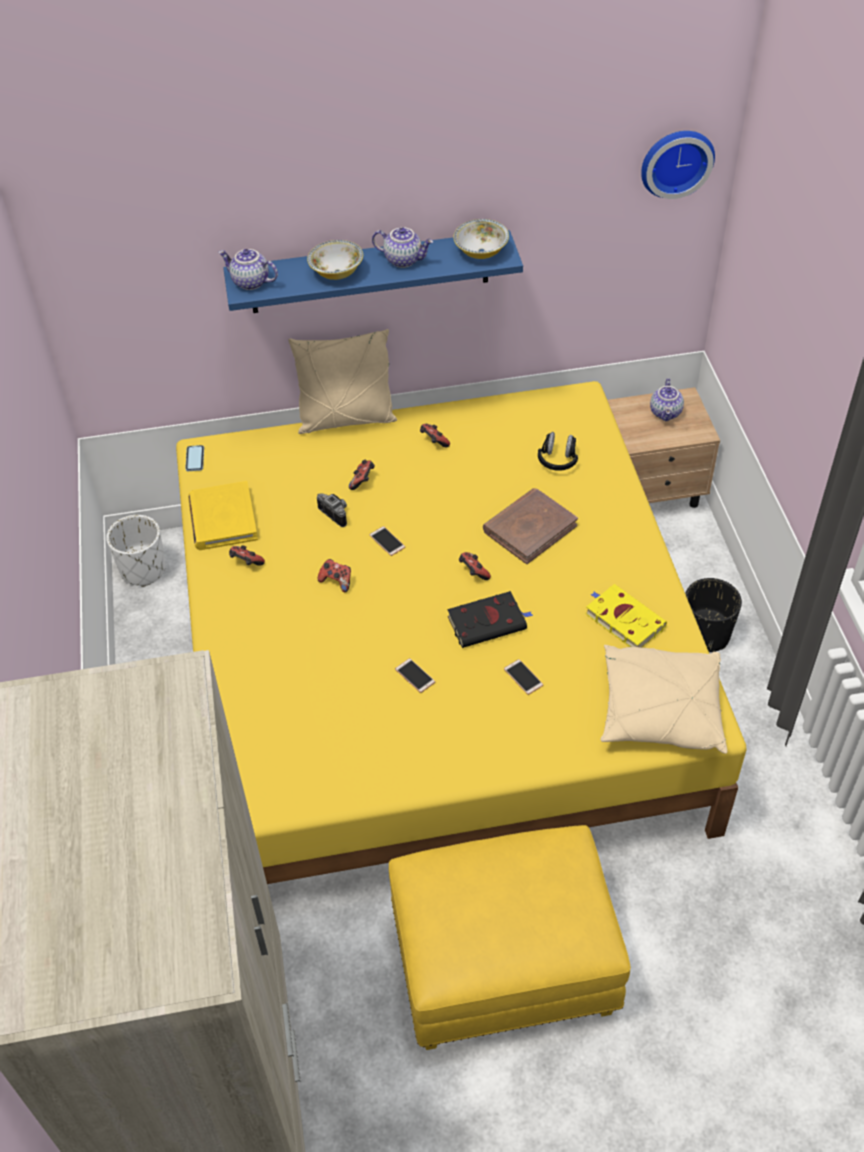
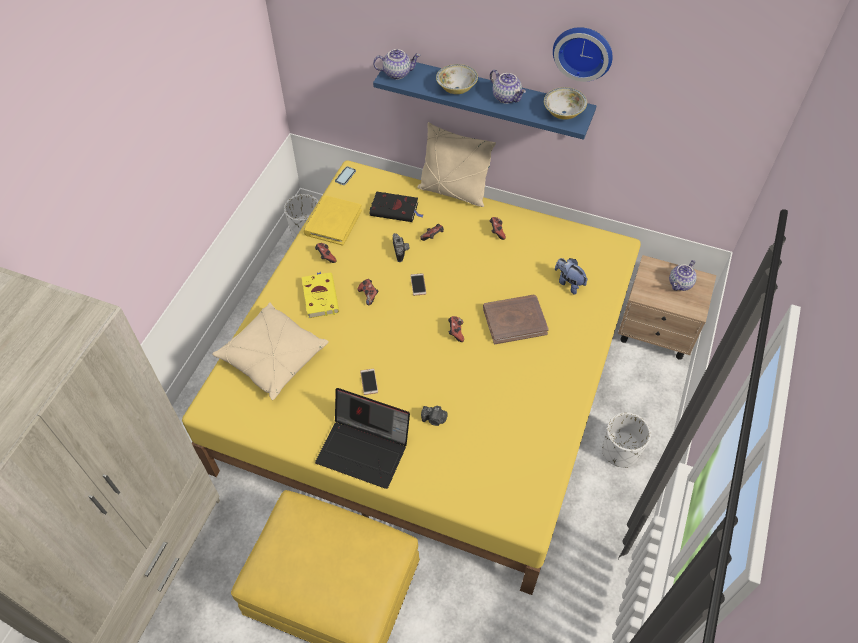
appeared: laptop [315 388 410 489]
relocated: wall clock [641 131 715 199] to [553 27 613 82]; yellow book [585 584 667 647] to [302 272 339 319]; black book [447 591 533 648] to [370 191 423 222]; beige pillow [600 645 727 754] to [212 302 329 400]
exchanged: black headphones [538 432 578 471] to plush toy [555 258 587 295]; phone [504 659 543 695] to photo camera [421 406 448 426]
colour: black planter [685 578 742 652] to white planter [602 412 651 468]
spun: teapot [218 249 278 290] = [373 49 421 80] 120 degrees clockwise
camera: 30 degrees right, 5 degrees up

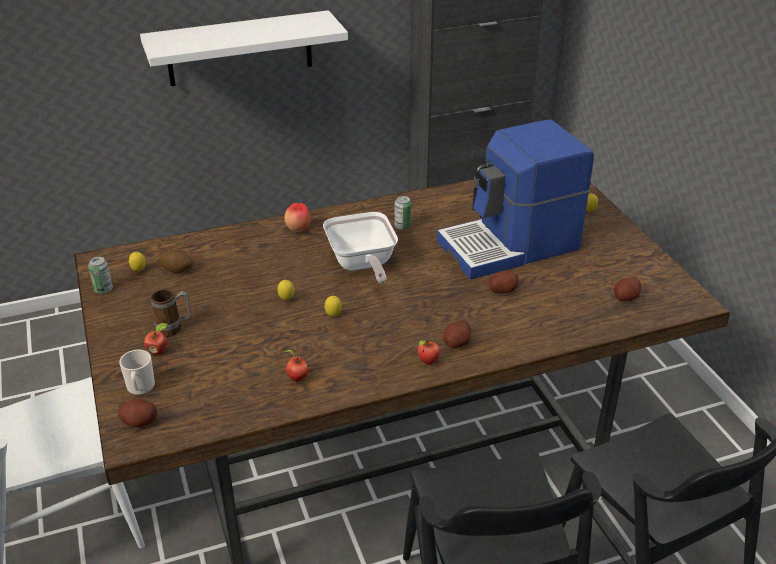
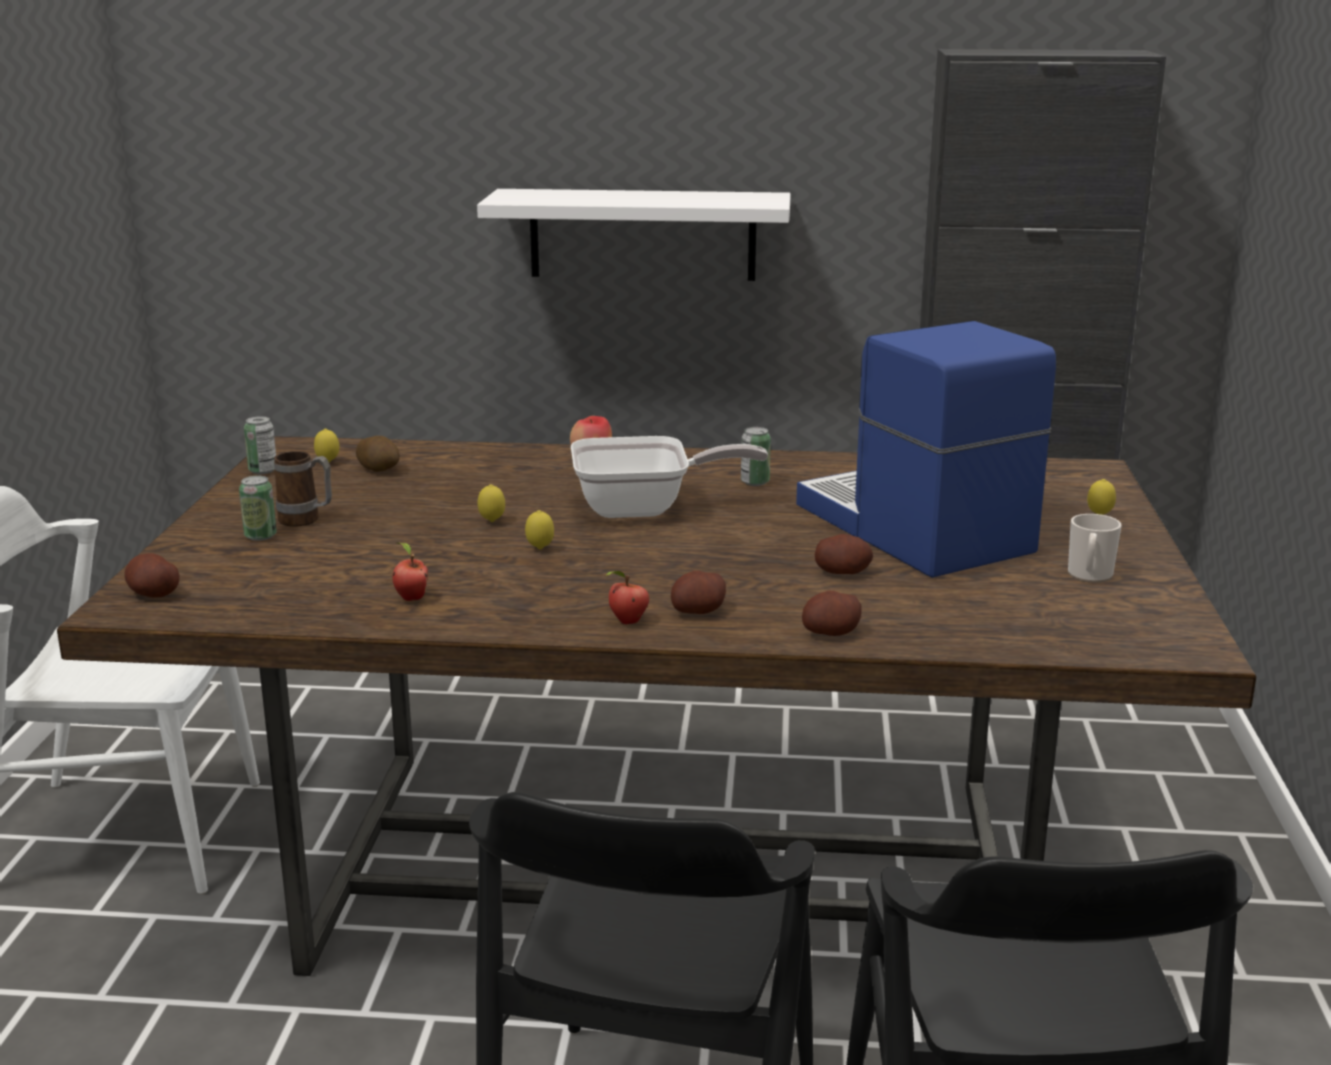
relocated: potato [614 277 641 301] to [802 591 862 636]; mug [119 350 155 395] to [1068 514 1122 583]
exchanged: apple [144 323 167 354] to can [239 476 277 541]
spun: coffee machine [437 120 594 280] = [796 321 1056 578] 60 degrees clockwise; frying pan [323 212 398 284] = [571 436 768 518] 105 degrees counterclockwise
camera: 25 degrees right, 15 degrees down

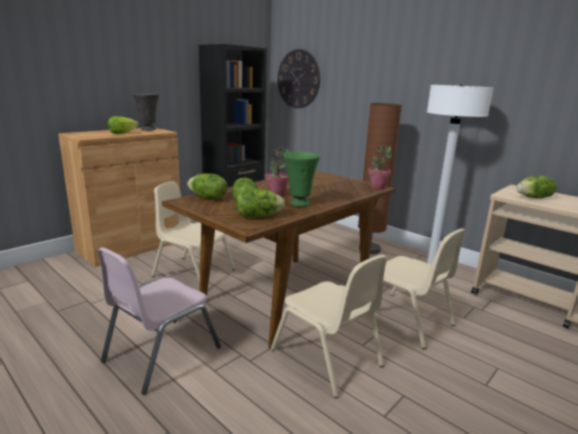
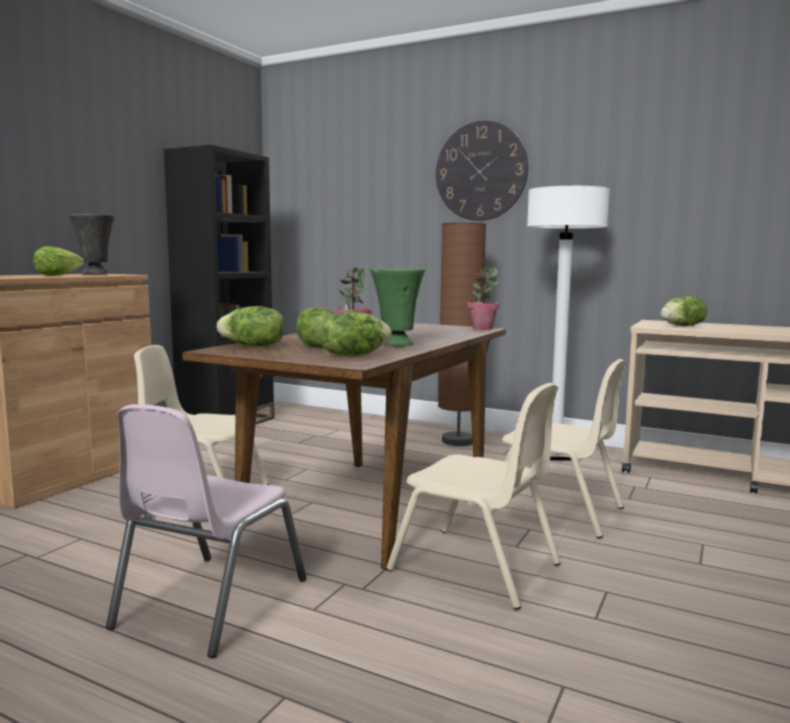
relocated: wall clock [278 49 320 108] to [436 121 528 221]
camera: 15 degrees left, 10 degrees down

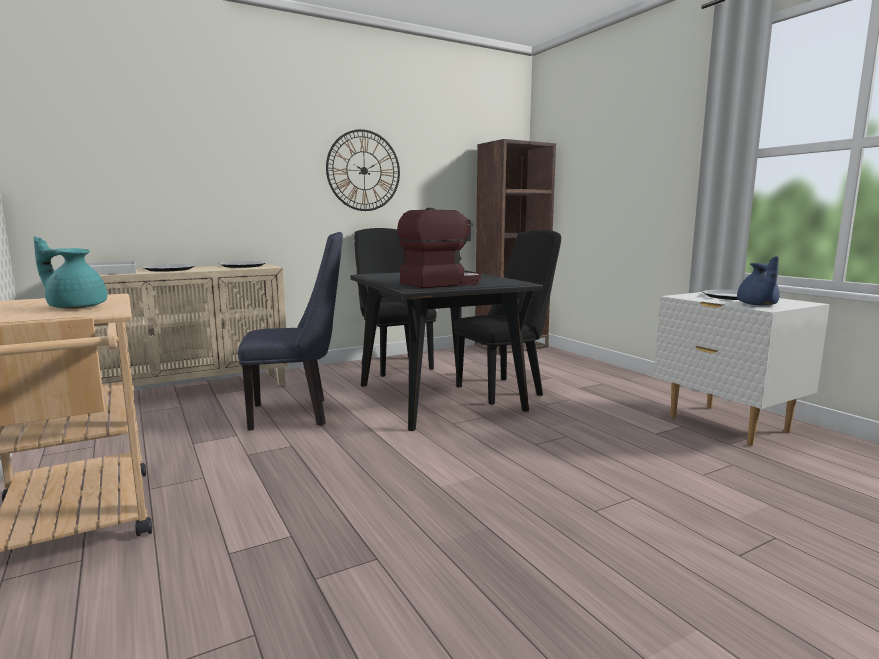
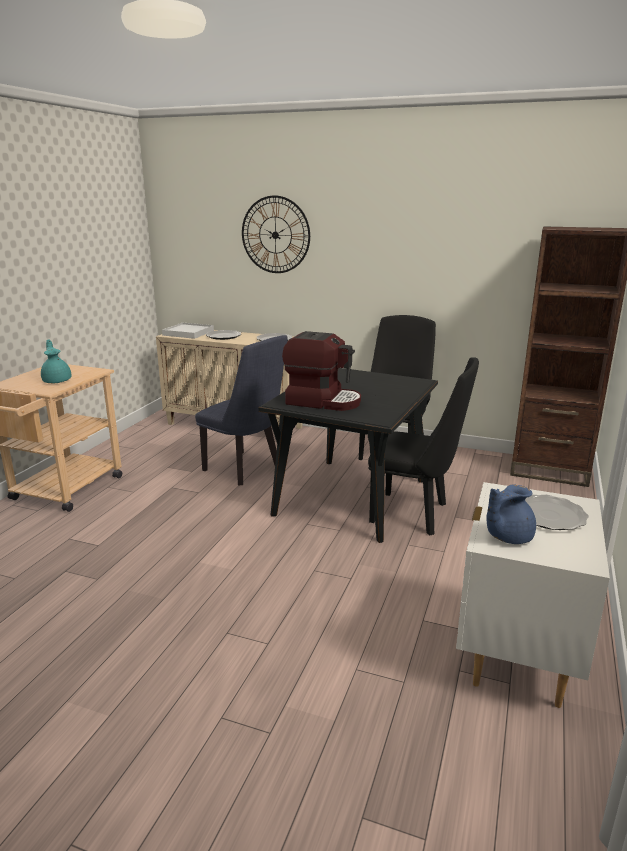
relocated: wall clock [326 129 400 211] to [242 195 310 273]
camera: 50 degrees right, 10 degrees up

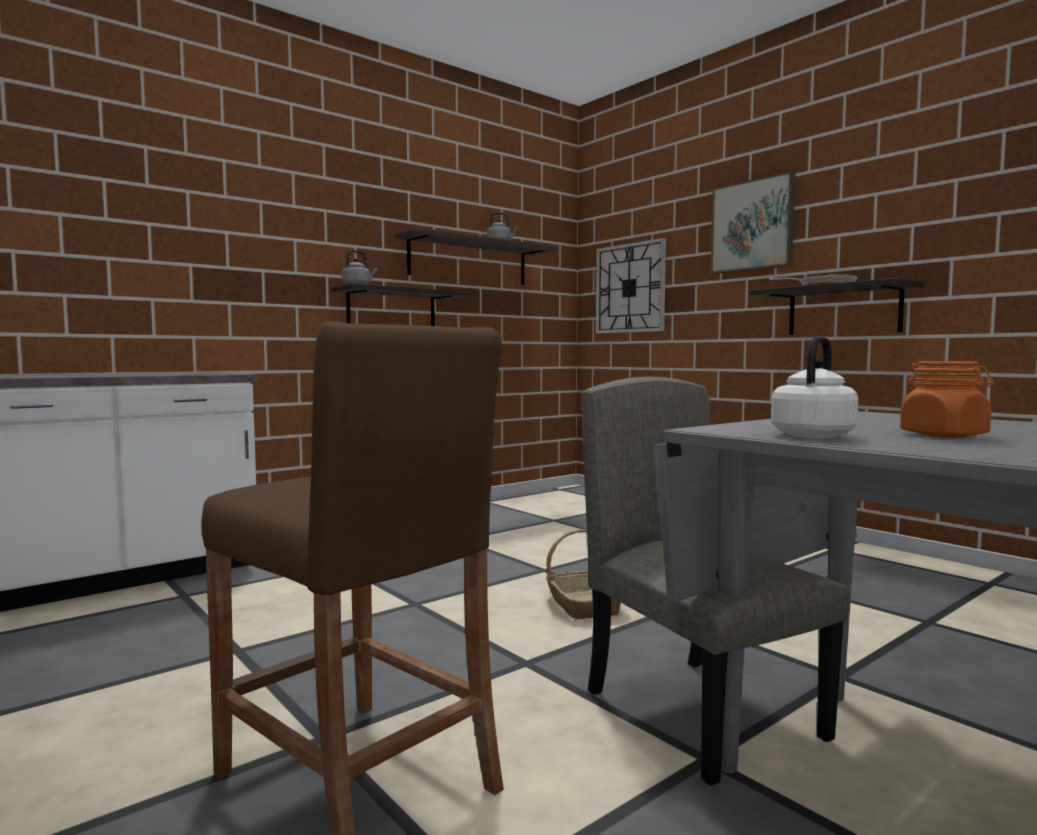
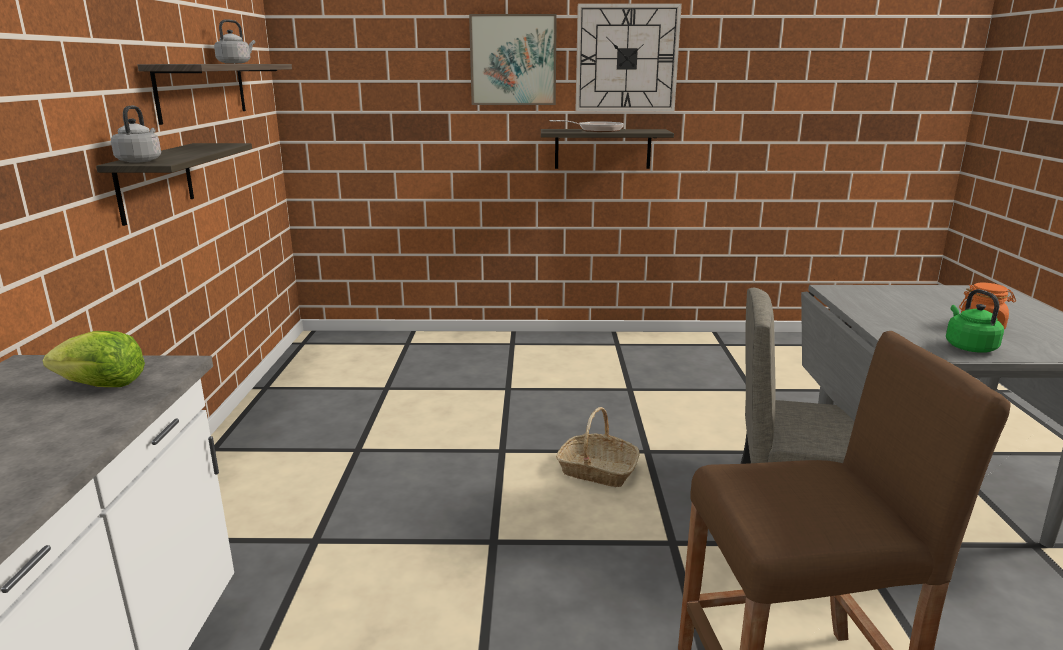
appeared: lettuce [43 331 145 387]
relocated: wall clock [596 238 666 333] to [576 4 682 112]
colour: white kettle [771 336 859 438] to green kettle [946 289 1004 353]
camera: 50 degrees left, 15 degrees up

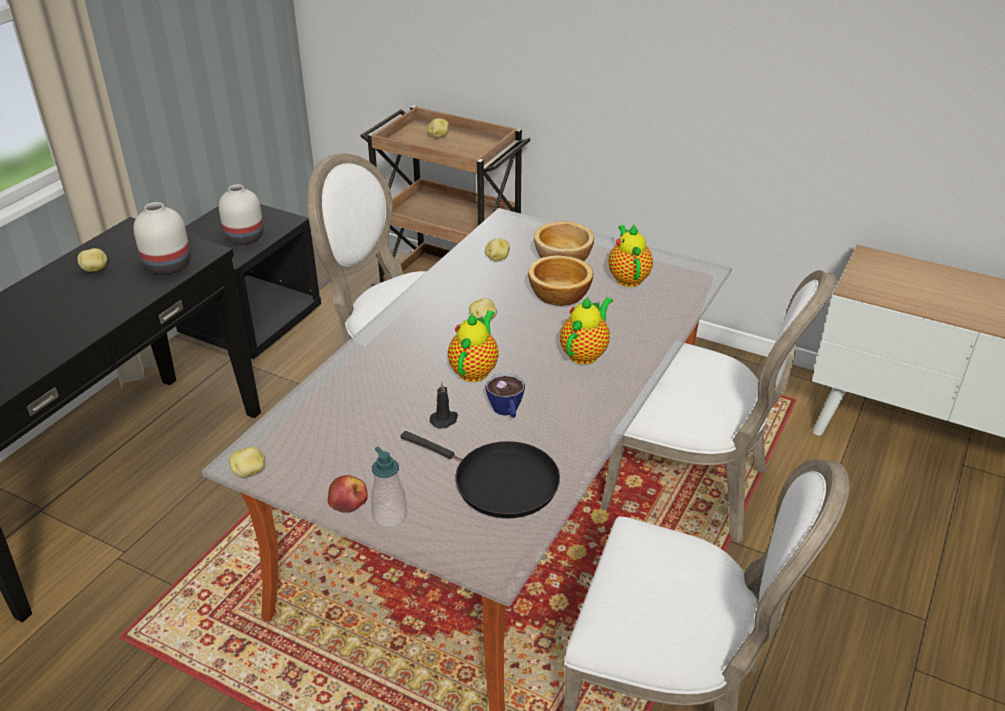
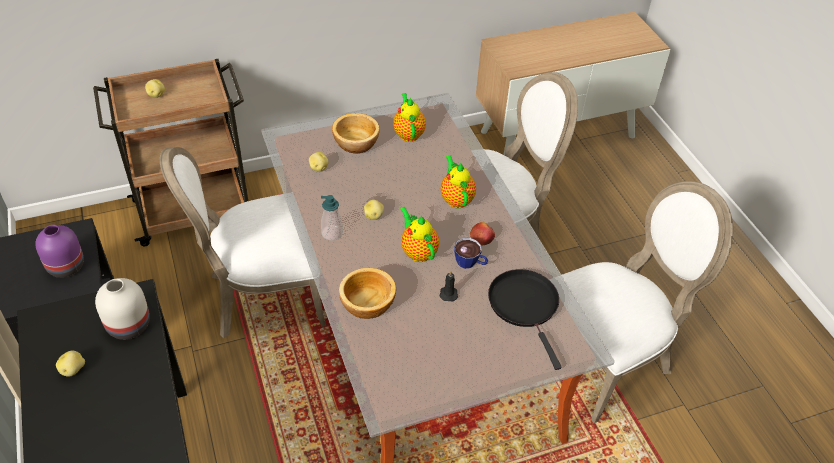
missing: potato [229 447 264 477]
relocated: bowl [528 256 593 306] to [339 268 396 319]; soap dispenser [371 447 407 527] to [321 195 343 241]; apple [328 475 368 513] to [470 222 495 245]
colour: white vase [219 185 264 245] to purple vase [35 225 84 278]
spun: teapot [608 225 653 287] = [393 93 426 142] 45 degrees clockwise; black frying pan [401 431 560 518] = [488 269 562 370] 90 degrees counterclockwise
camera: 50 degrees left, 10 degrees up

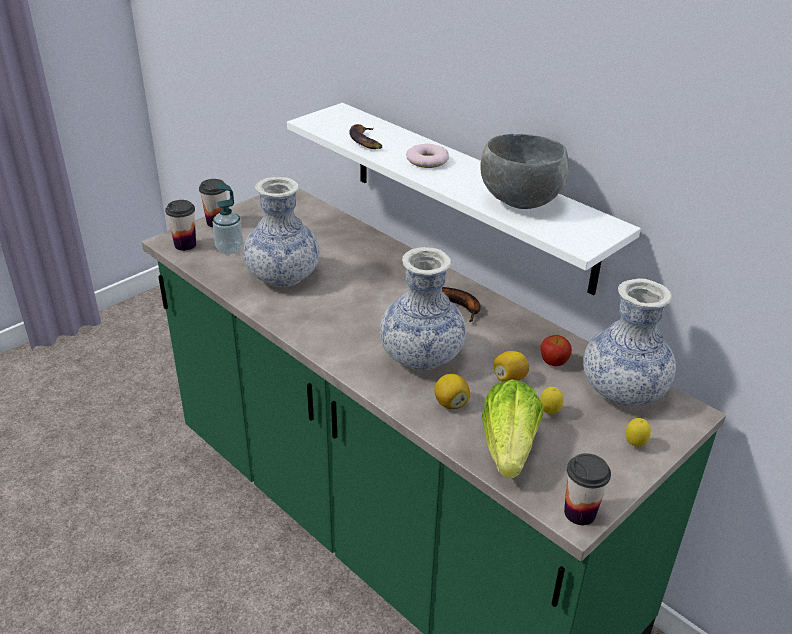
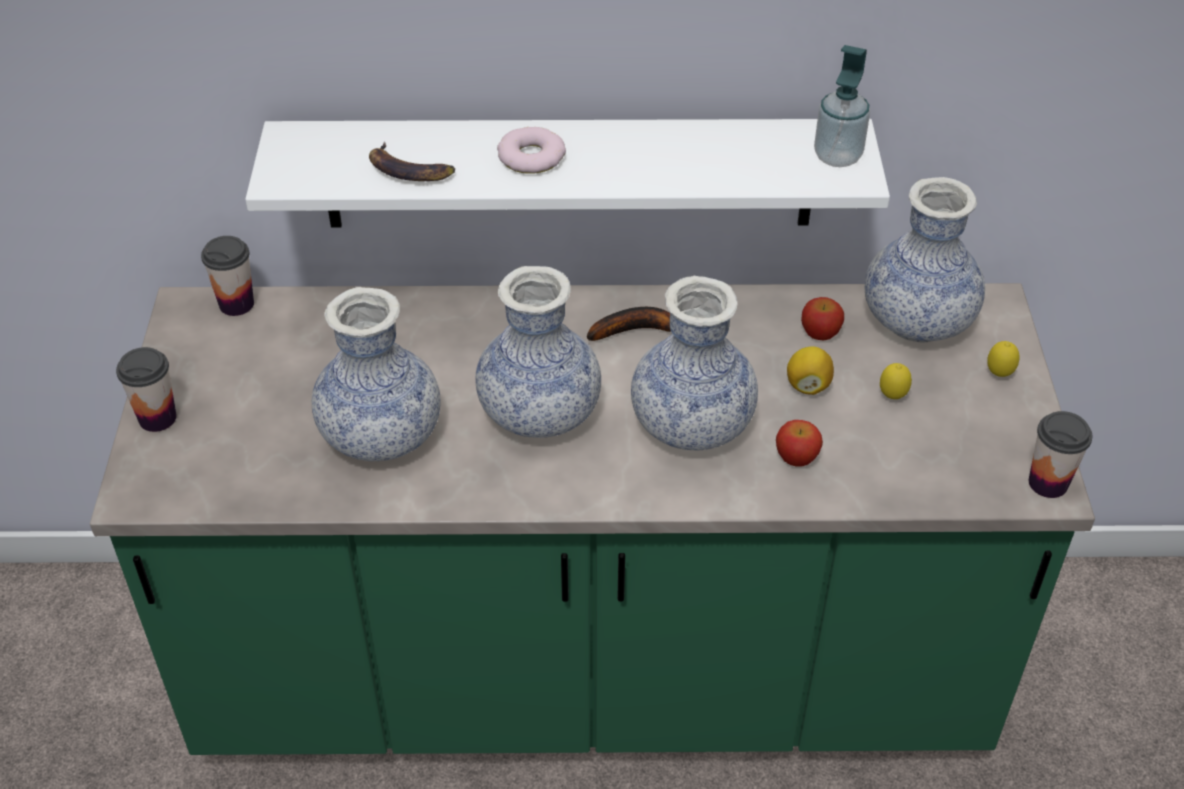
missing: grey bowl [480 134 569 209]; lettuce [481 379 543 478]
appeared: vase [475 266 601 438]
relocated: soap dispenser [213 184 243 254] to [814 45 870 167]; cup [165 200 196 251] to [201 236 254 316]
exchanged: lemon [434 374 470 409] to apple [776 420 823 467]
camera: 45 degrees left, 10 degrees up

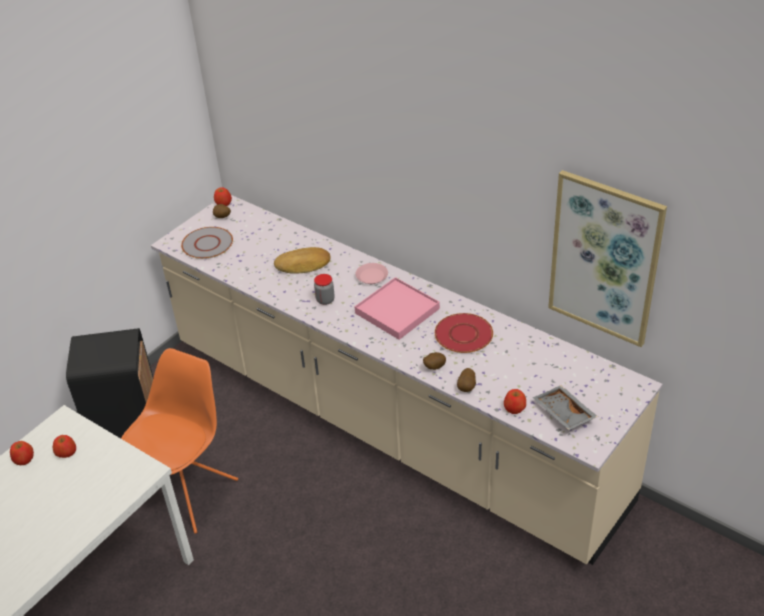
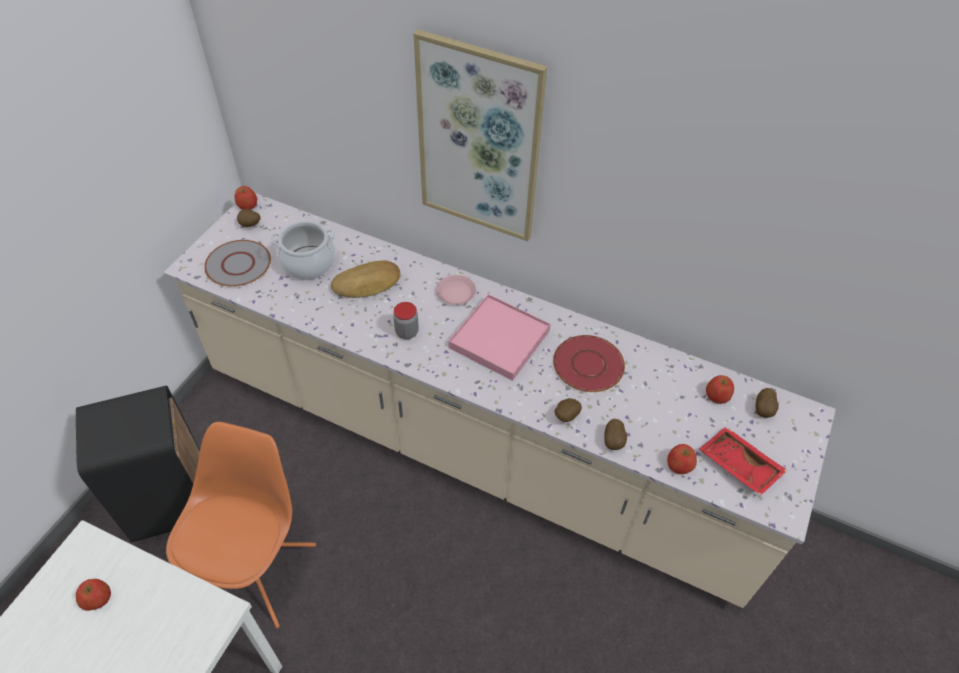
appeared: cooking pot [270 221 336 280]; potato [756 388 779 418]
relocated: picture [548 170 667 347] to [414 30 547 241]; apple [10 441 34 465] to [706 375 734 404]
colour: grey tray [532 385 598 430] to red tray [699 427 788 496]
camera: 15 degrees left, 10 degrees up

